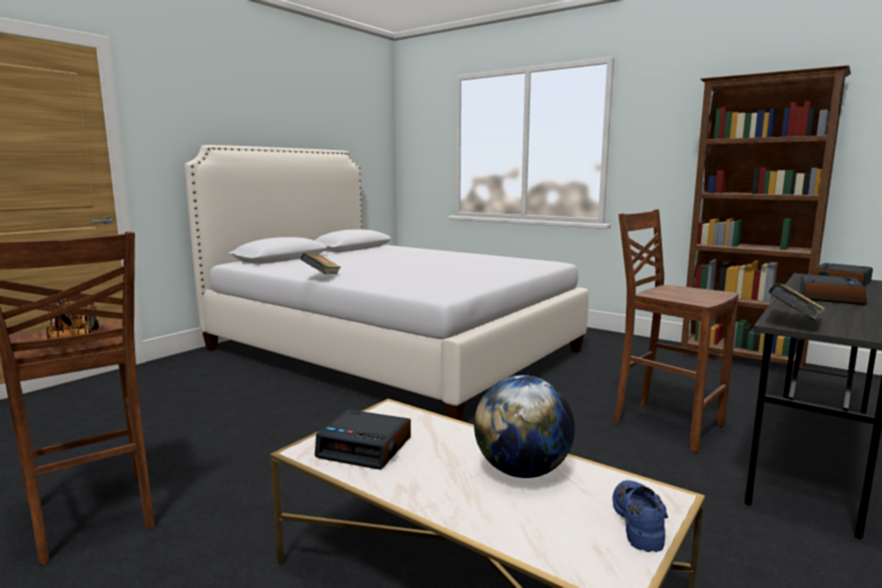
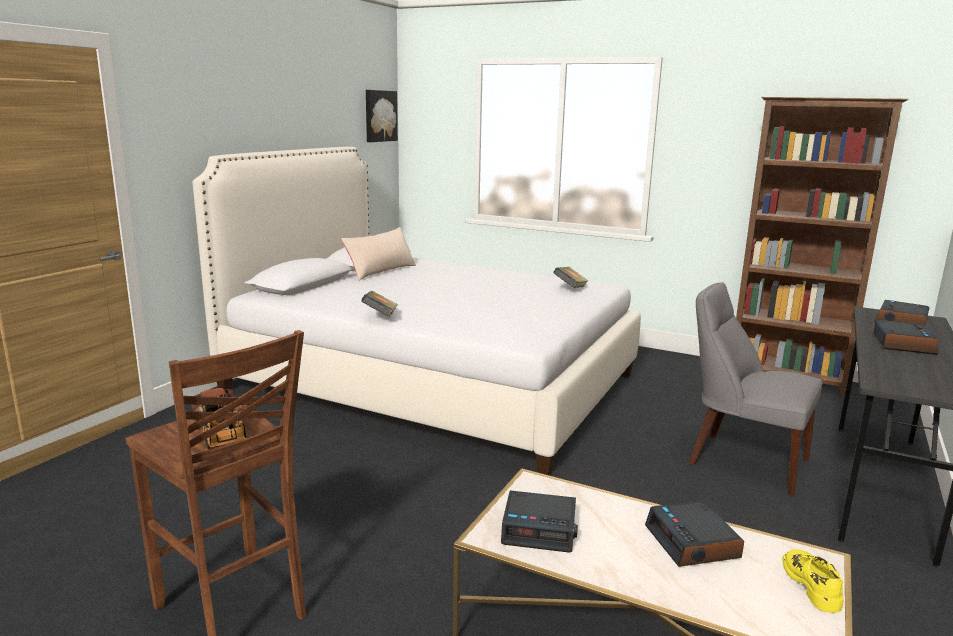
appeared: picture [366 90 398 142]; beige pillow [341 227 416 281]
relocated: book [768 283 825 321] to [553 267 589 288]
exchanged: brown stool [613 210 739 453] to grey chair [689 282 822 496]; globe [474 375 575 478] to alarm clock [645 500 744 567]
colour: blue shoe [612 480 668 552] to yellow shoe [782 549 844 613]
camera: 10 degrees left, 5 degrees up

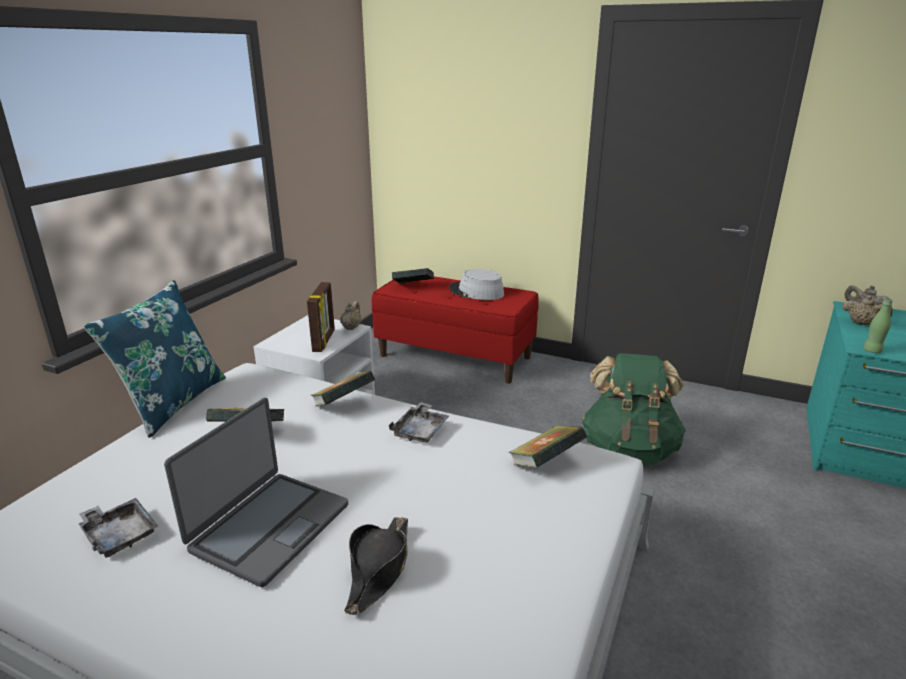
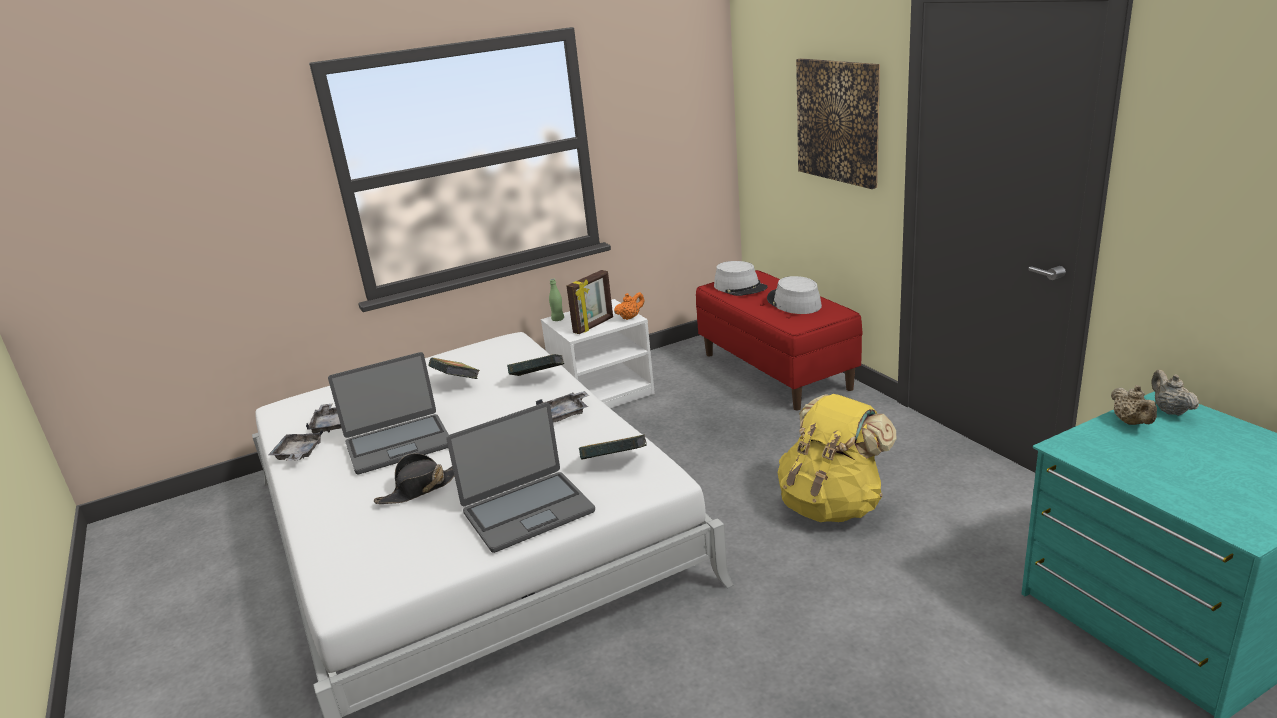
missing: blue pillow [83 280 226 438]
appeared: picture [796 58 880 189]; laptop [447 402 595 553]; grey tray [268 430 323 461]
relocated: green bottle [863 298 893 353] to [549 279 564 321]
exchanged: book [392 268 434 283] to grey hat [714 261 768 296]
colour: beige teapot [340 301 362 330] to orange teapot [614 292 645 320]; green backpack [582 353 686 465] to yellow backpack [778 394 896 522]
camera: 40 degrees right, 0 degrees up

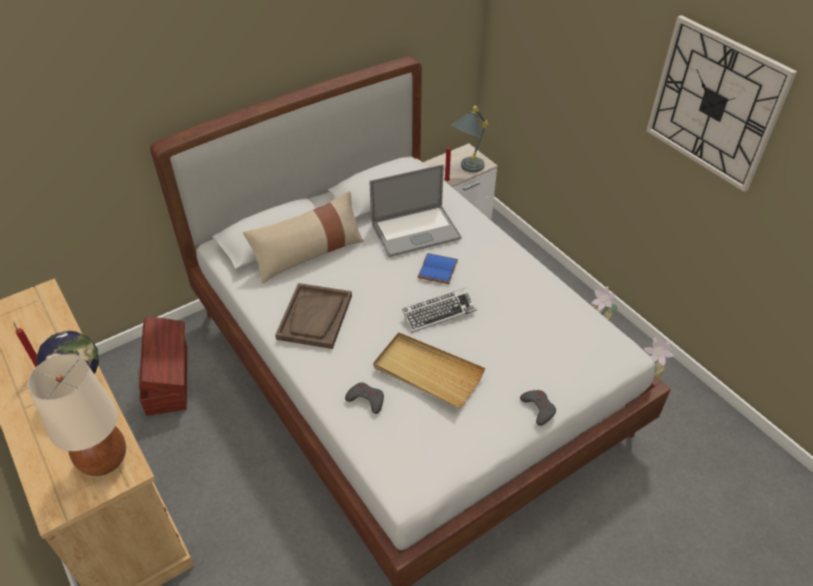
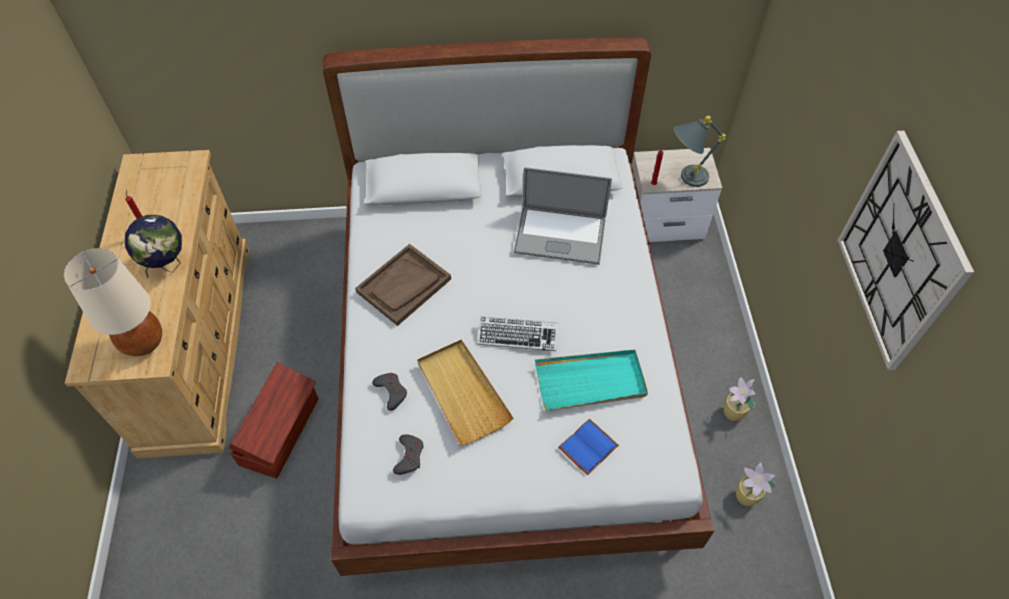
missing: beige pillow [243 191 364 283]
appeared: turquoise tray [535 350 648 411]
relocated: blue book [418 253 458 284] to [558 419 619 475]; brown storage box [139 316 187 416] to [229 362 318 478]; grey game controller [520 390 556 426] to [393 434 423 475]
camera: 30 degrees right, 10 degrees up

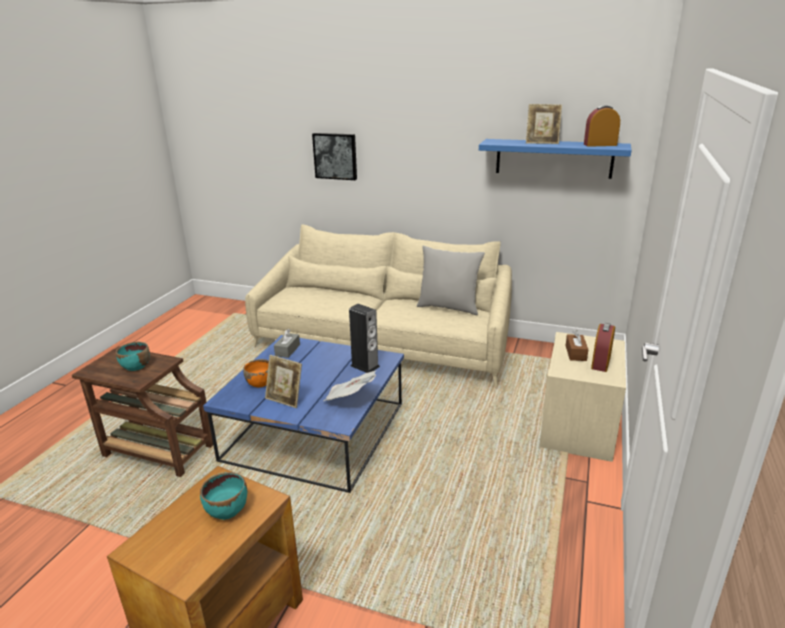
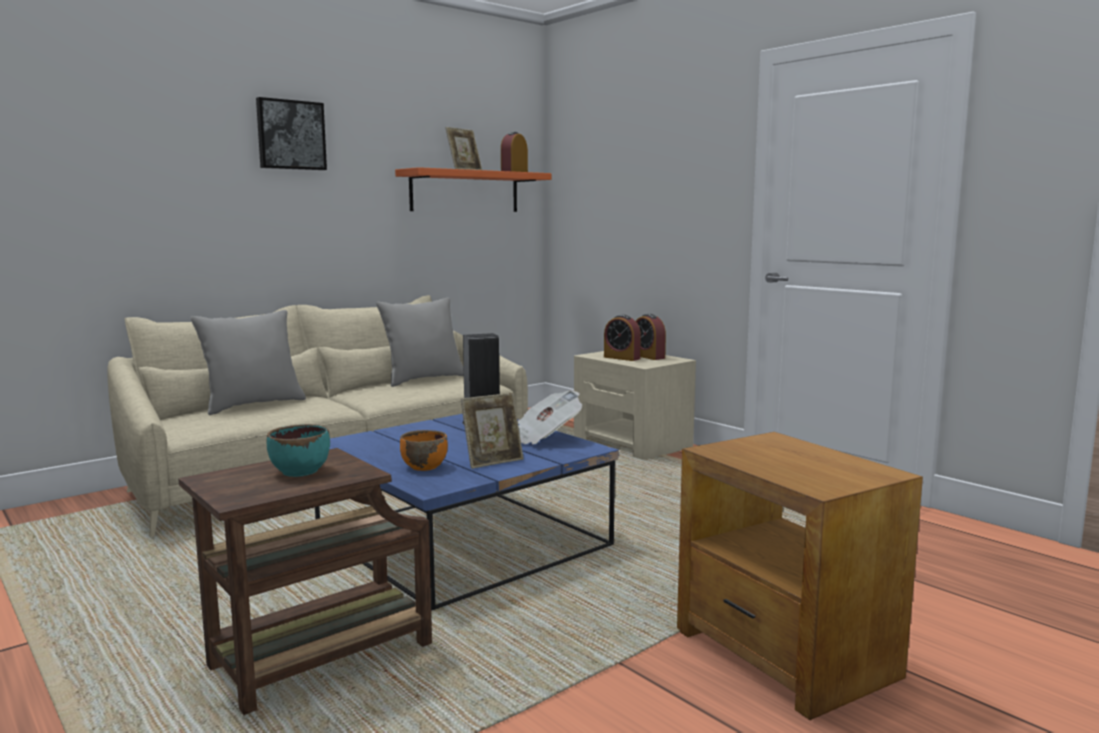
missing: grey tissue box [274 329 300 358]; turquoise bowl [200 472 247 520]
appeared: grey pillow [190 310 306 415]
relocated: picture [312 133 357 180] to [256 97 327 170]
exchanged: brown tissue box [566 330 588 361] to alarm clock [604 315 641 361]
colour: blue shelf [479 139 632 179] to orange shelf [395 167 551 212]
camera: 60 degrees left, 15 degrees down

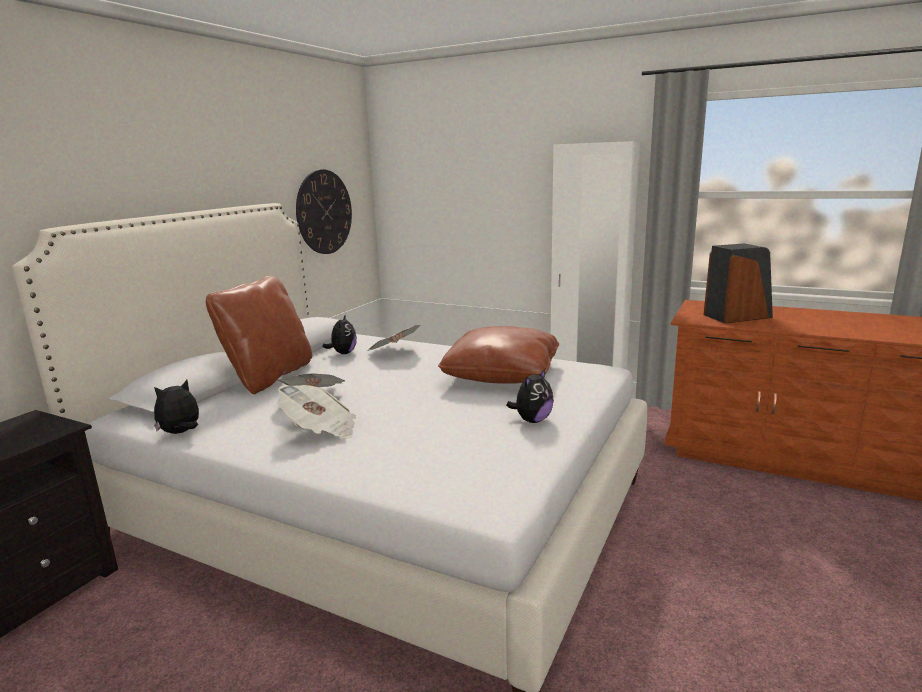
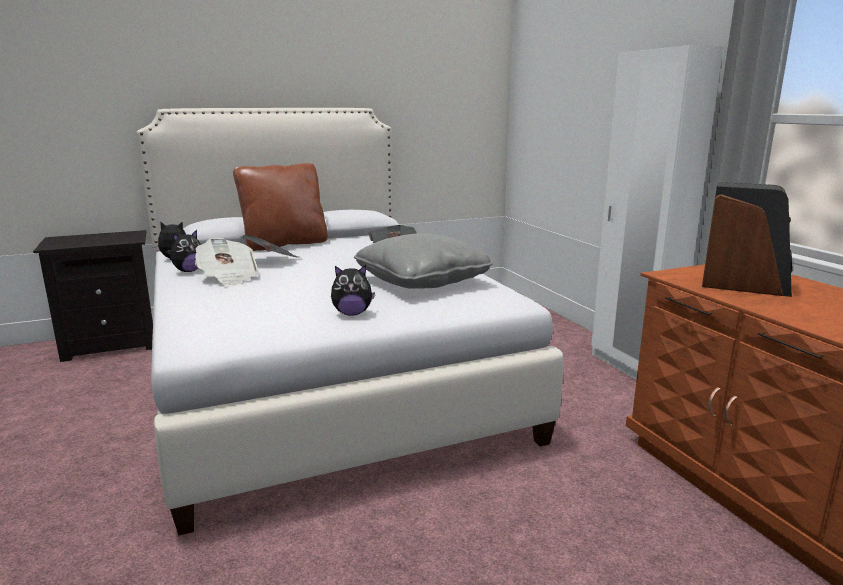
missing: wall clock [296 169 352 254]
relocated: plush toy [323 314 357 354] to [170 230 201 272]
colour: brown pillow [438 326 559 384] to grey pillow [354 233 493 289]
camera: 40 degrees right, 0 degrees up

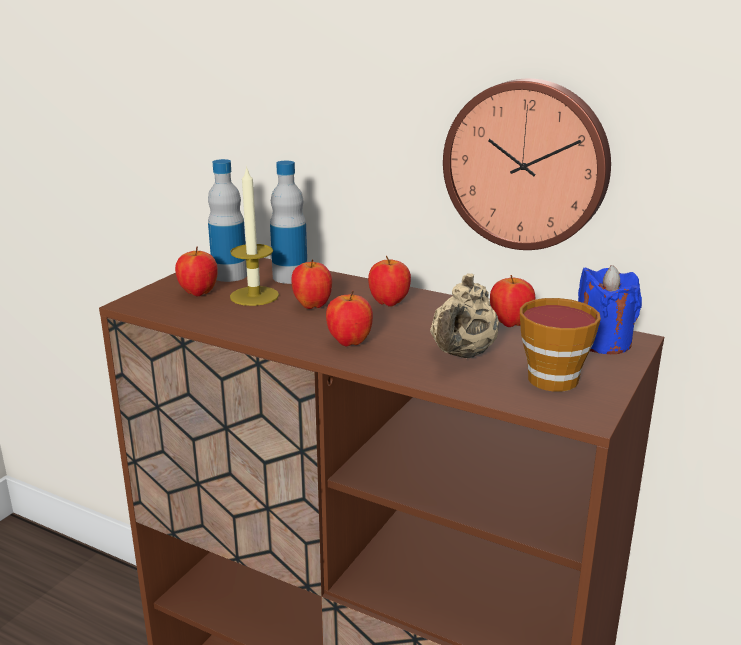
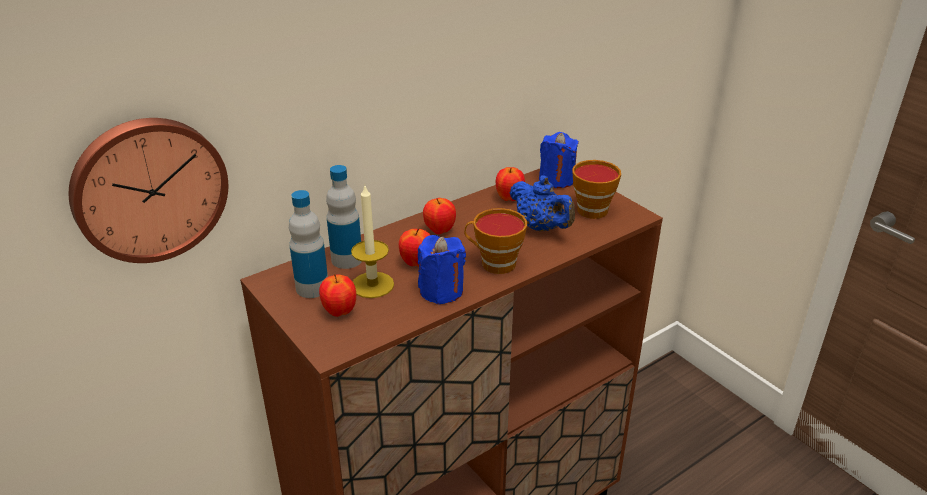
appeared: blue candle [418 235 466 305]
relocated: wall clock [443 78 611 250] to [69 118 228 263]
exchanged: apple [326 291 373 347] to cup [464 208 527 274]
colour: beige teapot [430 273 499 358] to blue teapot [510 175 575 232]
camera: 65 degrees left, 10 degrees up

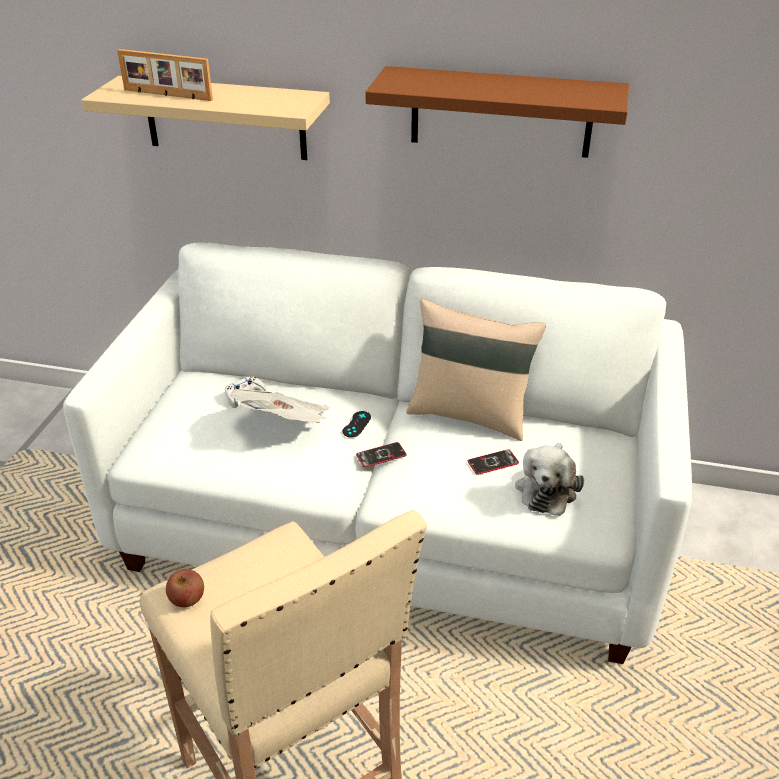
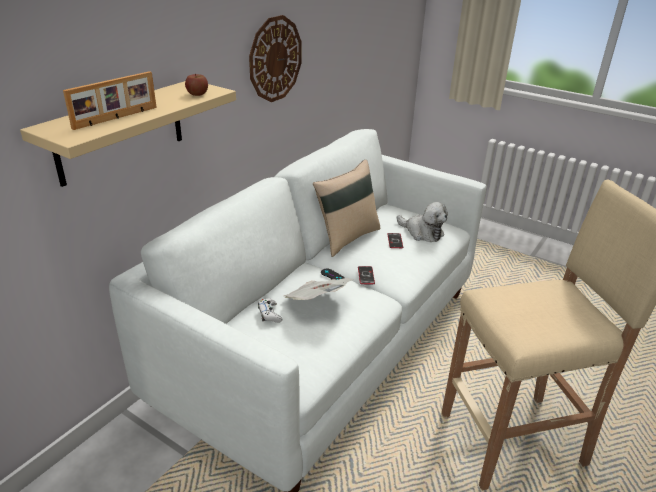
relocated: apple [166 569 204 607] to [185 74 208 96]
exchanged: brown shelf [365 66 629 158] to wall clock [249 15 302 102]
camera: 70 degrees left, 5 degrees down

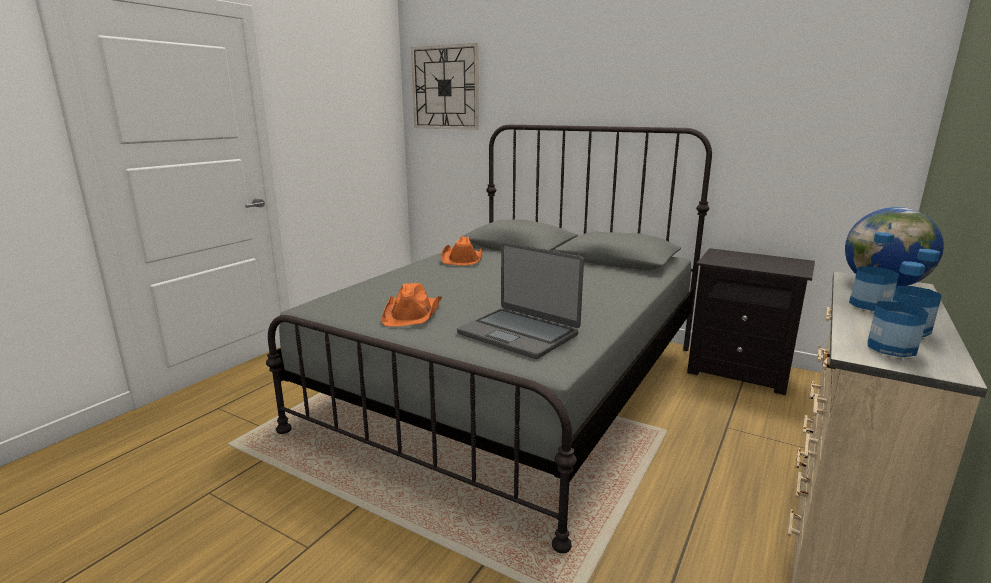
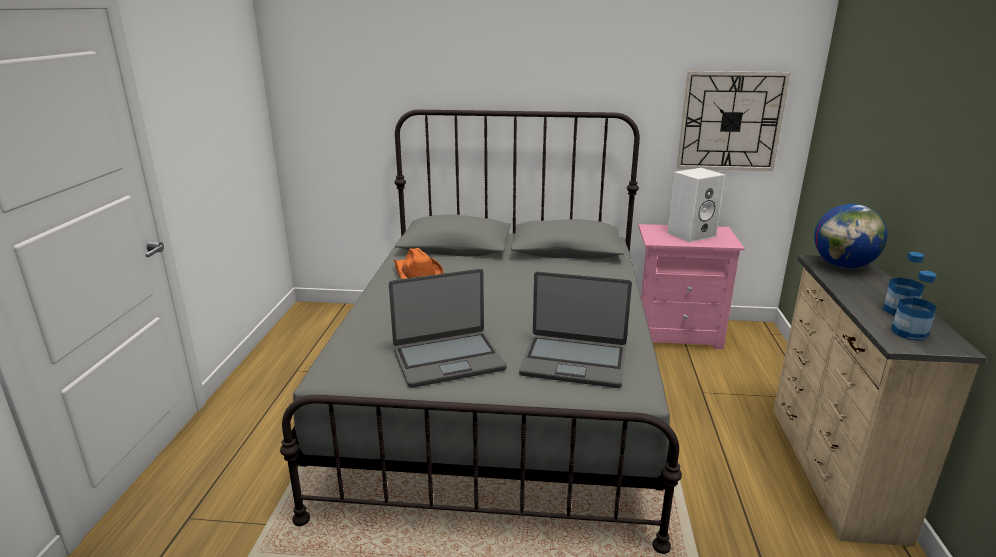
missing: bottle [849 232 899 311]
appeared: white speaker [667 168 725 242]
relocated: wall clock [411 43 479 130] to [677 71 791 171]
exchanged: orange hat [382 283 442 327] to laptop [389 269 506 388]
colour: black nightstand [687 248 815 395] to pink nightstand [638 224 745 349]
camera: 25 degrees left, 5 degrees up

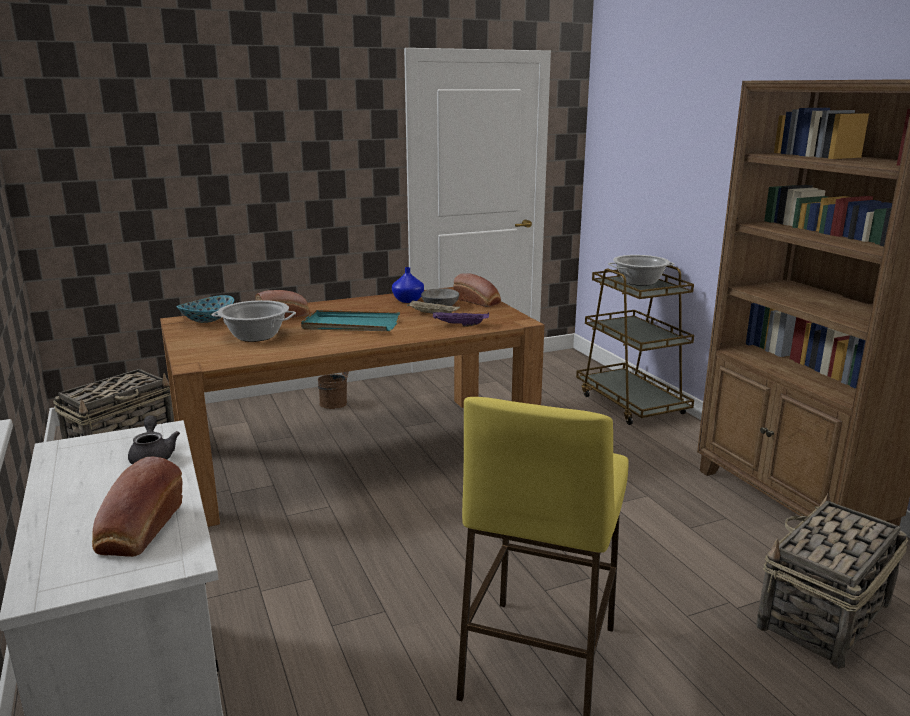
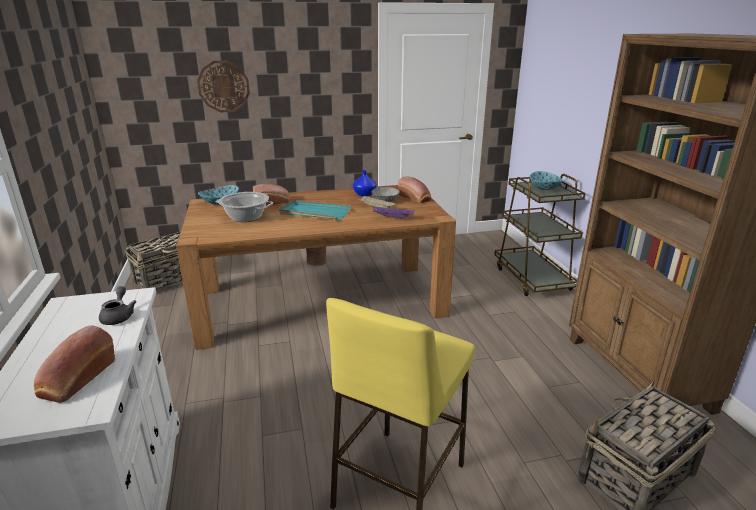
appeared: wall clock [197 61 250 112]
exchanged: cooking pot [608 255 674 286] to bowl [530 171 563 190]
camera: 10 degrees right, 5 degrees up

